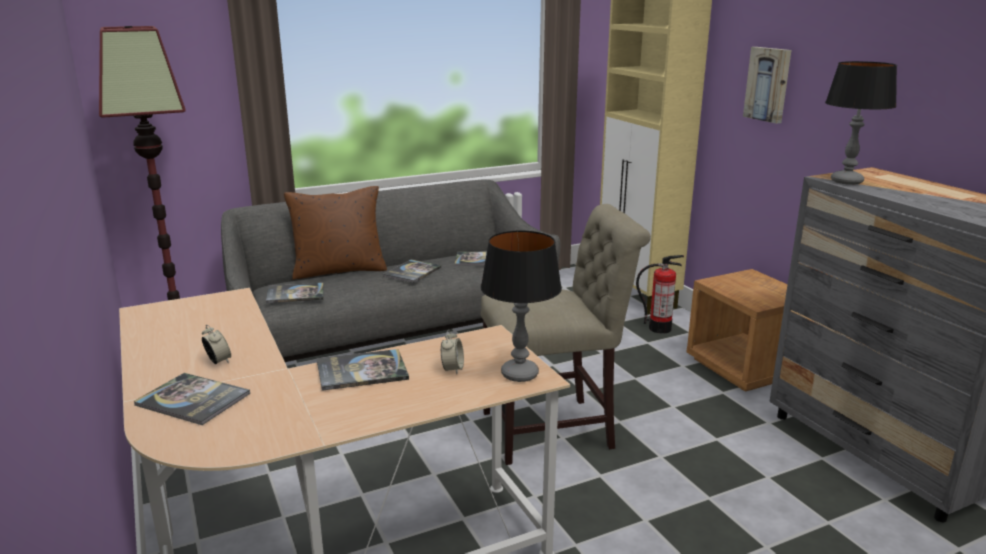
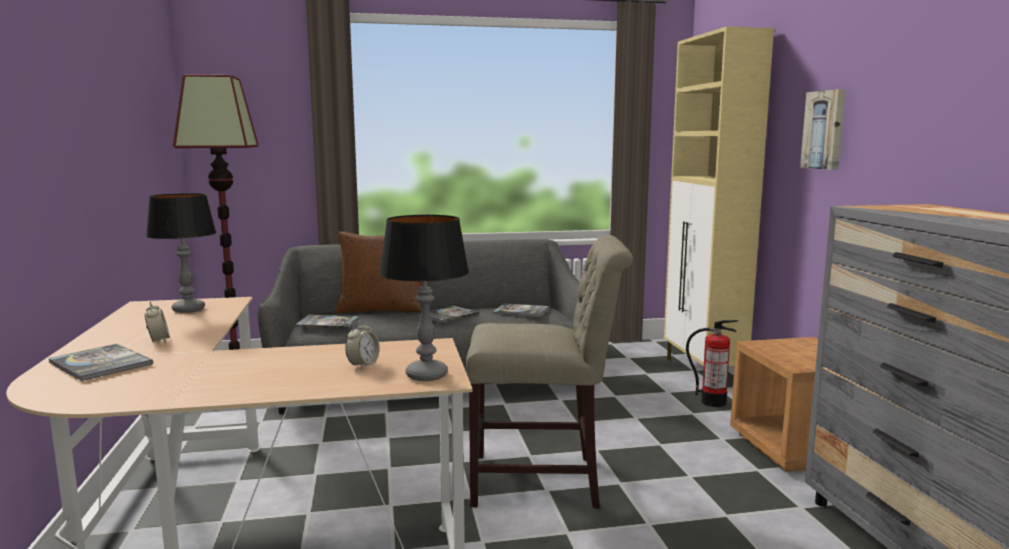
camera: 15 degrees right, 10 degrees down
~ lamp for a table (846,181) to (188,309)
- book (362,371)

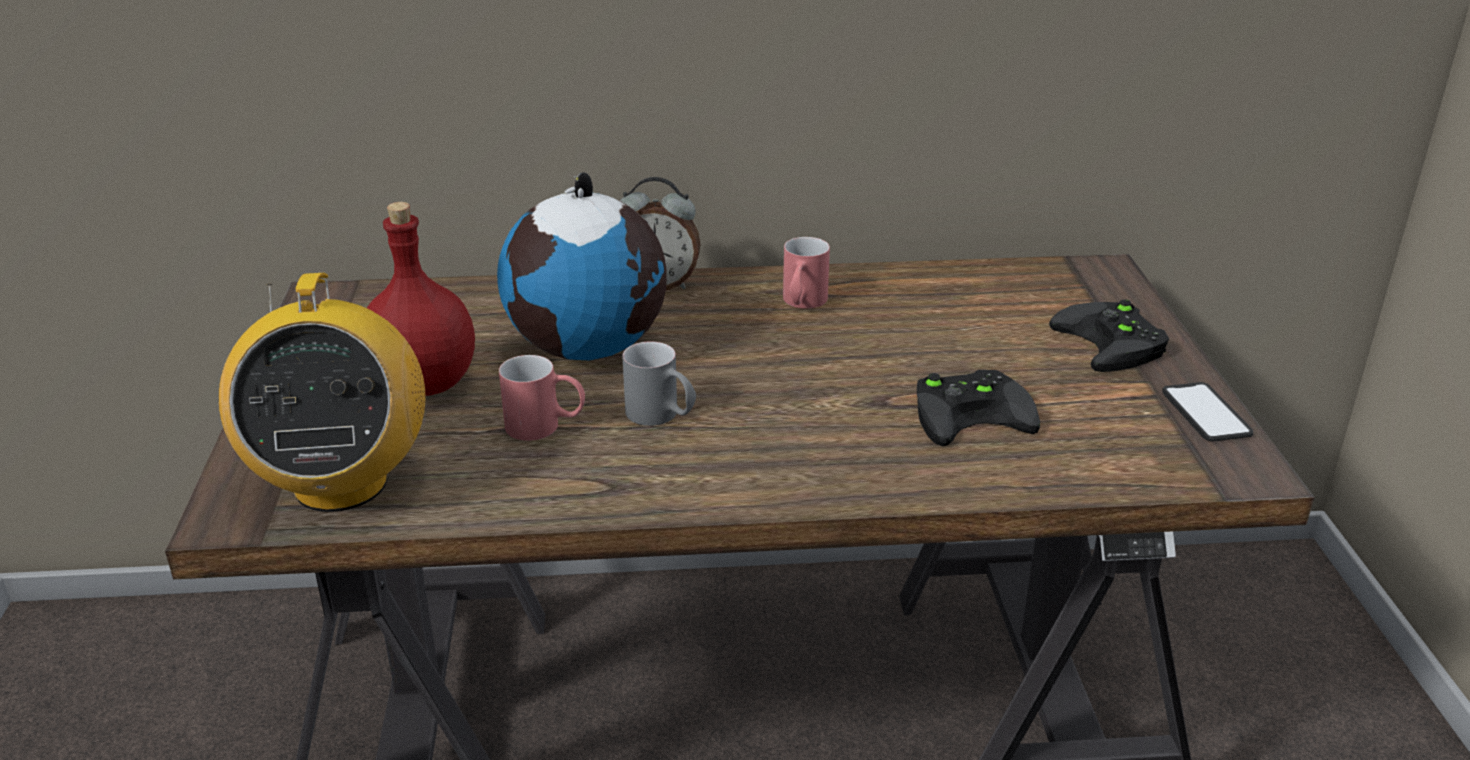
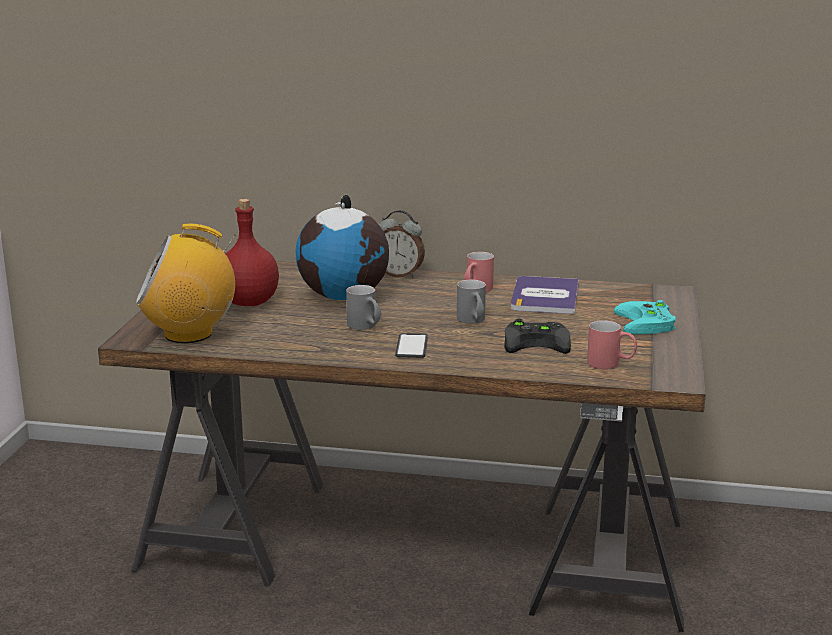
camera: 15 degrees right, 10 degrees down
~ radio (340,483) = (189,334) 75 degrees clockwise
~ blackish joypad (1115,344) to turquoise joypad (648,324)
~ reddish tea mug (546,427) to (611,364)
~ telephone (1206,413) to (411,347)
+ book (545,297)
+ greyish tea mug (473,321)

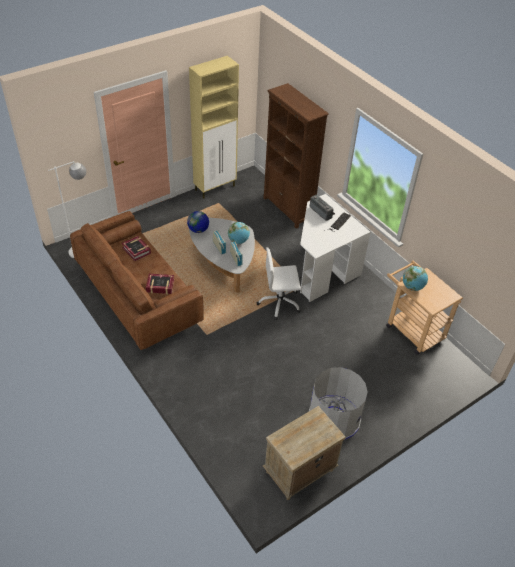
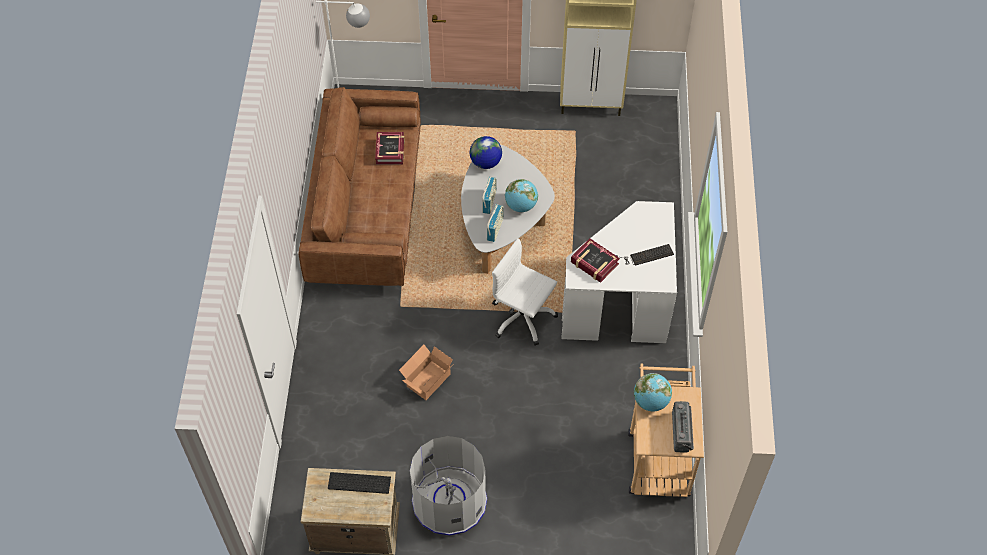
camera: 40 degrees right, 10 degrees up
- brown-coloured shelving unit (288,209)
~ radio (321,212) to (683,432)
~ book (160,286) to (594,263)
+ cardboard box (426,380)
+ keyboard (358,484)

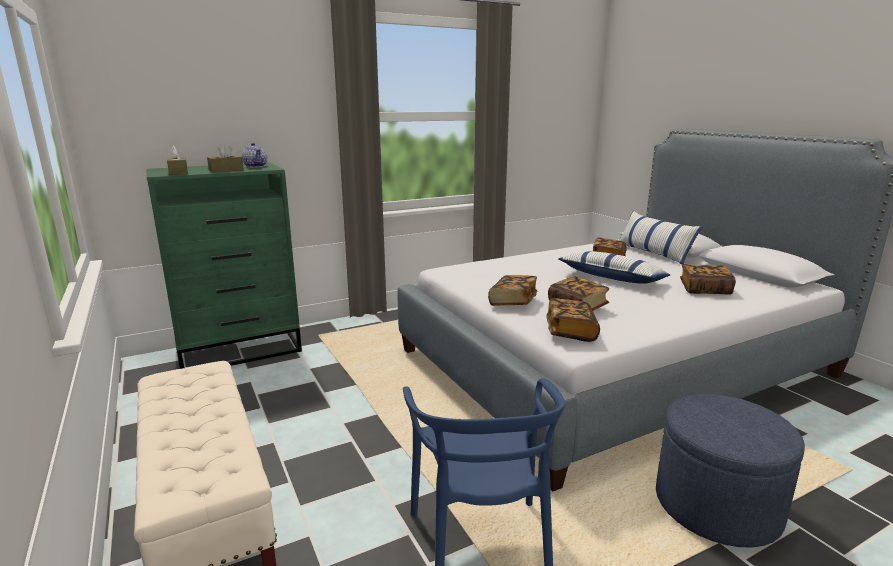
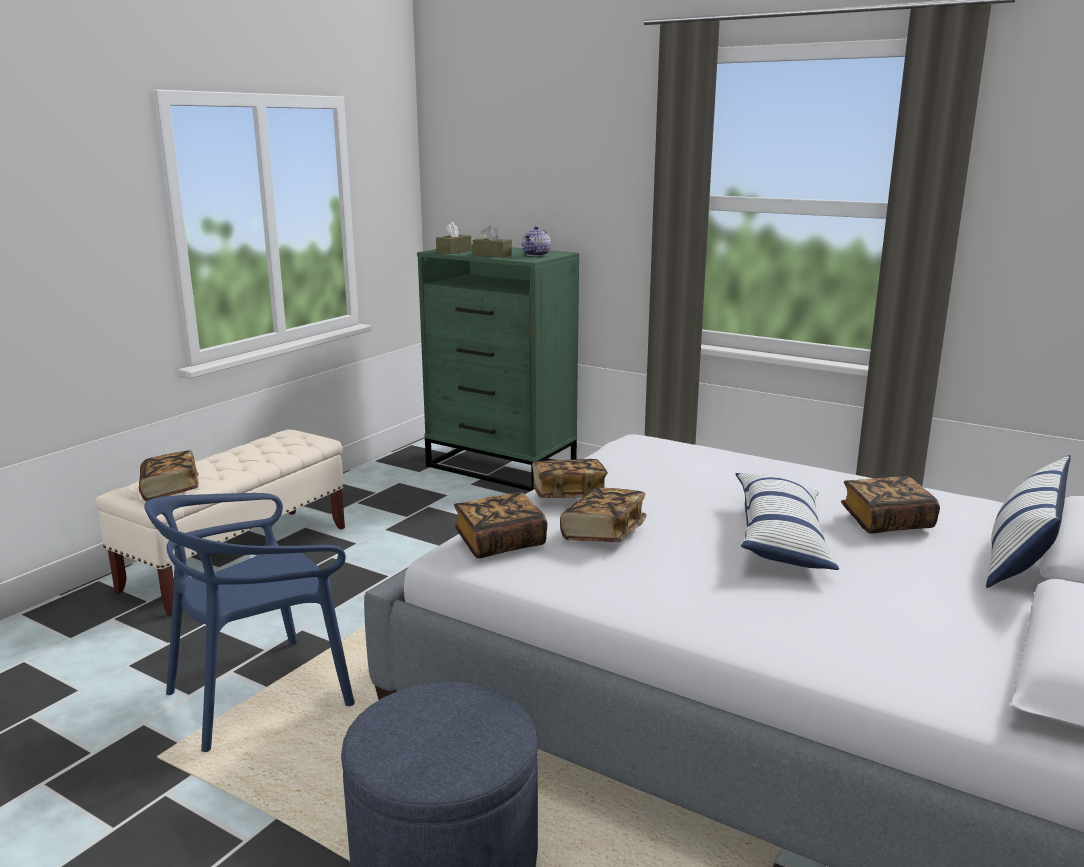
camera: 60 degrees right, 0 degrees up
~ book (704,290) to (170,490)

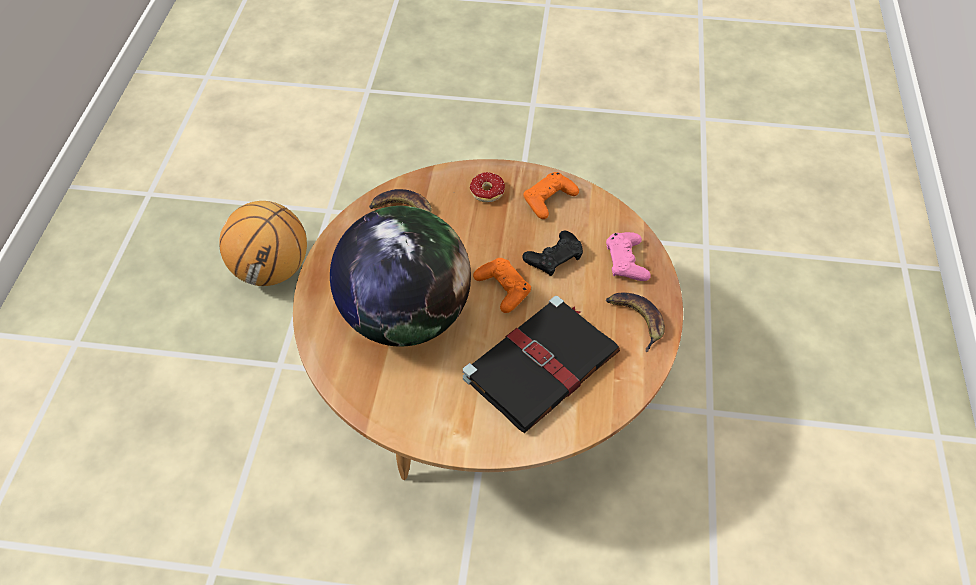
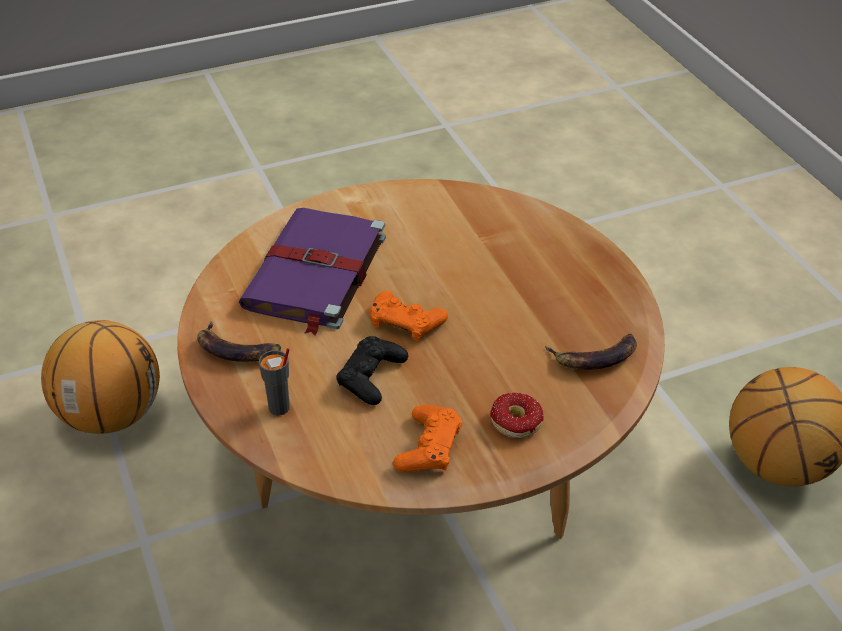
camera: 150 degrees right, 10 degrees down
- desk globe (405,317)
~ pink-coloured joypad (626,261) to greyish cup (279,408)
~ blackish book (542,364) to purple book (315,273)
+ ball for basketball (111,415)

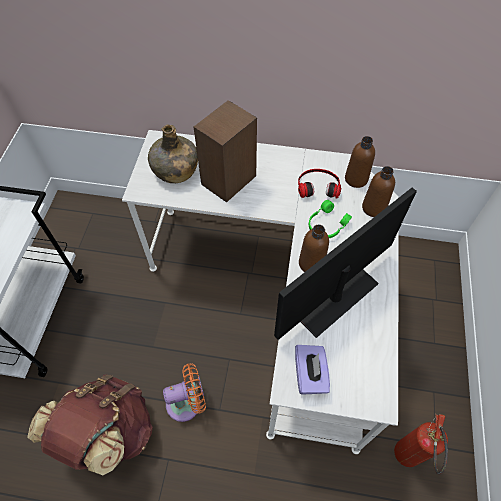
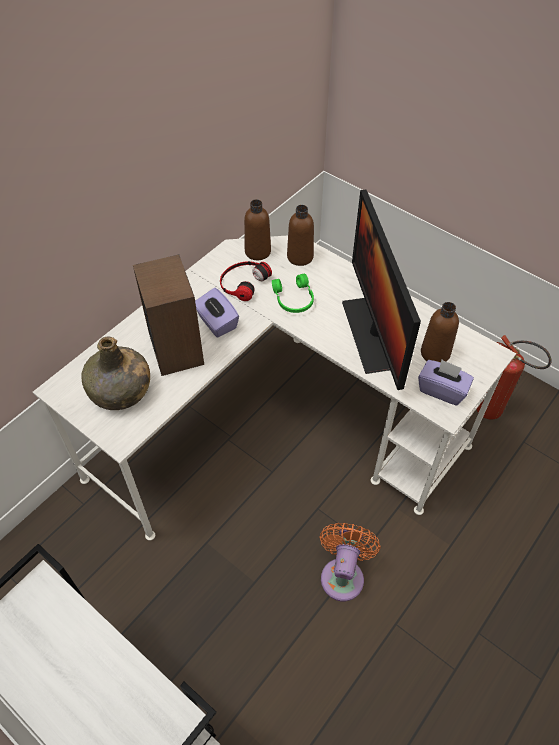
camera: 60 degrees left, 5 degrees down
~ brown-coloured bottle (311,263) to (435,353)
- brown-coloured backpack (108,431)
+ purple box of tissues (216,323)

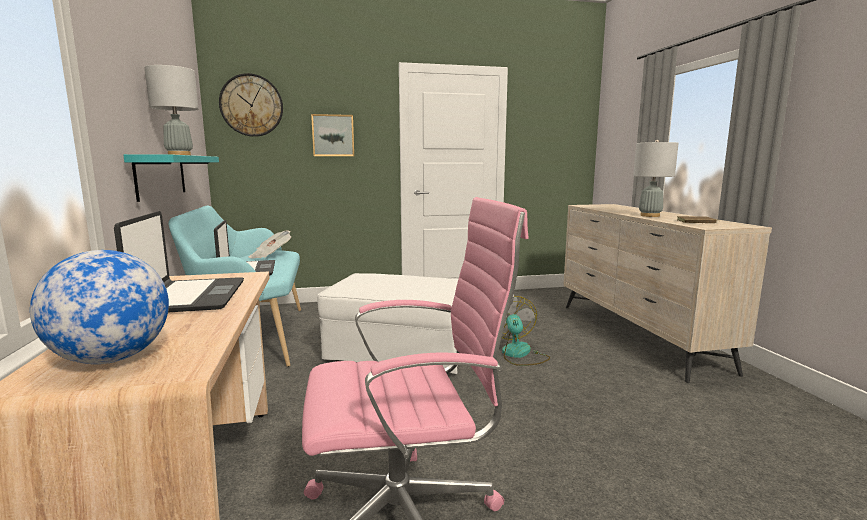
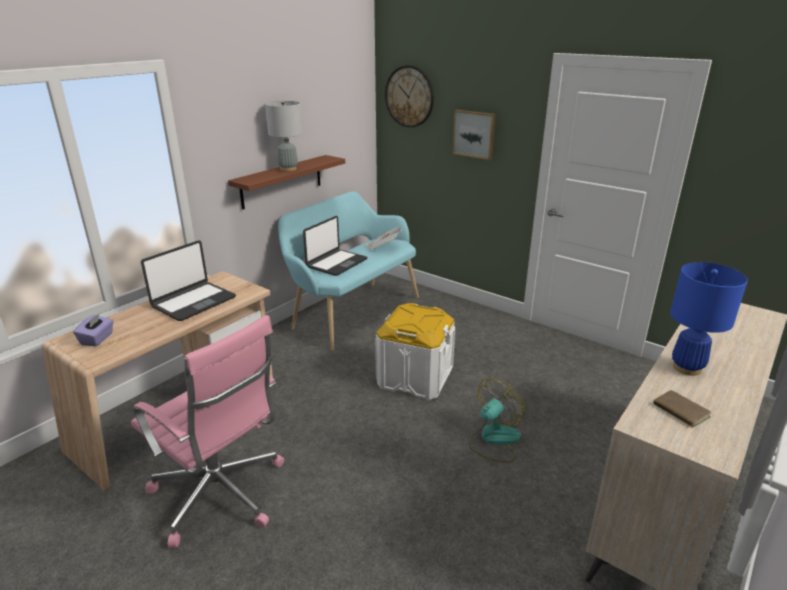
camera: 50 degrees right, 15 degrees up
~ greyish lamp for a table (649,216) to blue-coloured lamp for a table (686,368)
~ turquoise bracket shelf (161,176) to brown-coloured bracket shelf (282,181)
~ desk globe (111,359) to purple box of tissues (97,339)
~ white ottoman (399,350) to white storage bin (415,377)

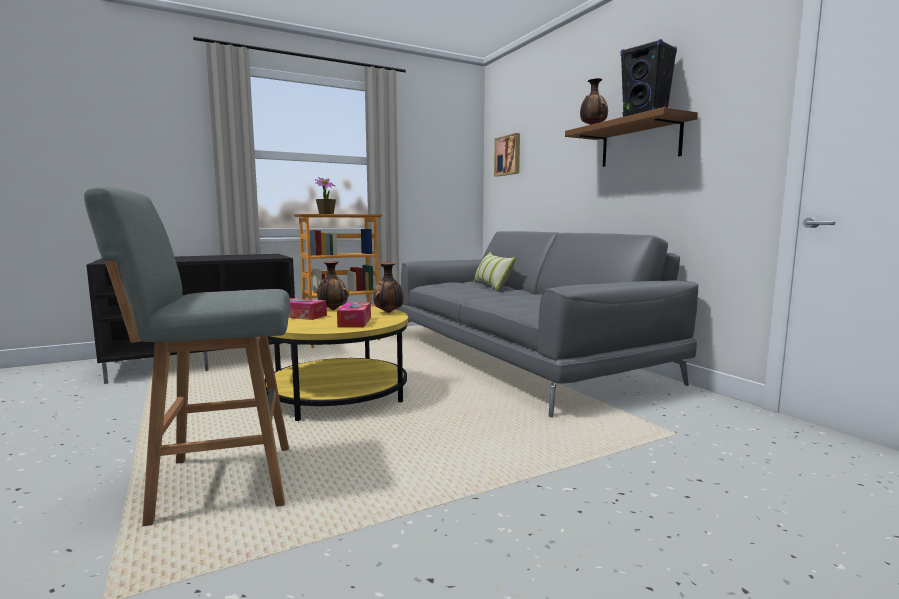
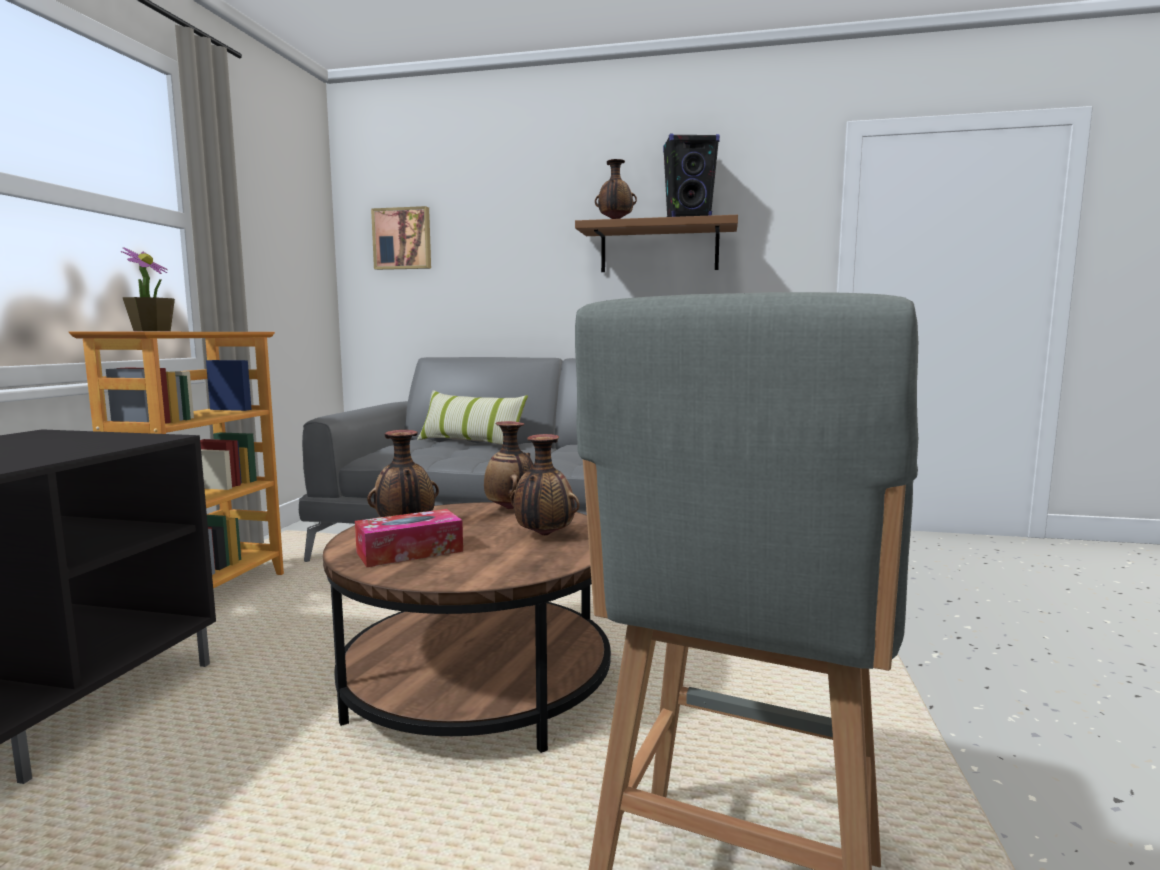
camera: 50 degrees left, 0 degrees up
~ box of tissues (355,322) to vase (544,535)
~ yellowish low table (337,395) to brown-coloured low table (478,682)

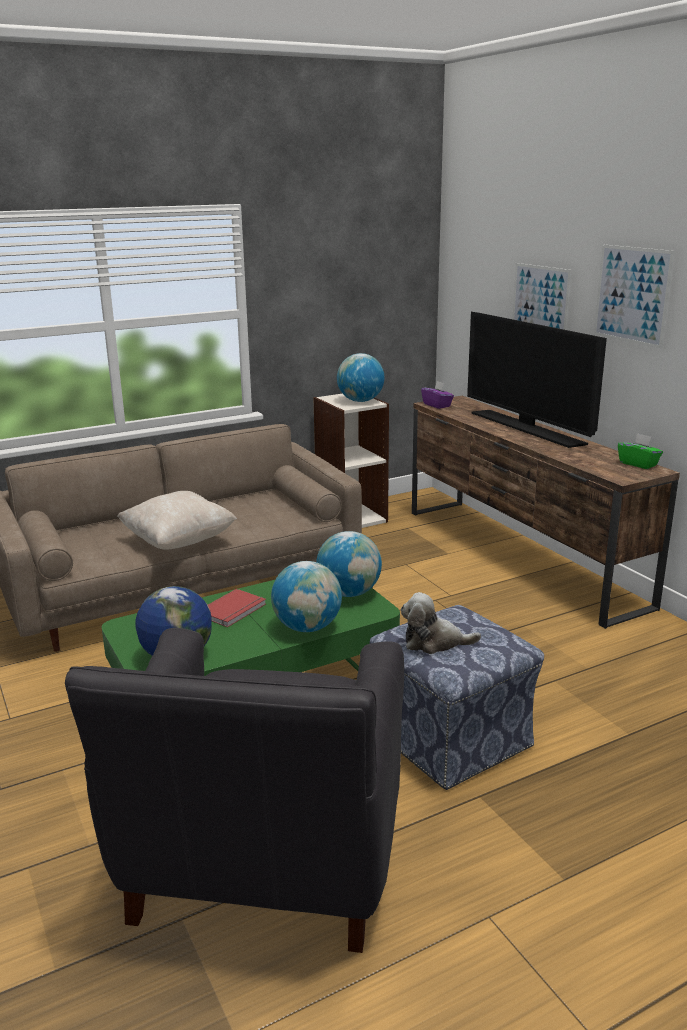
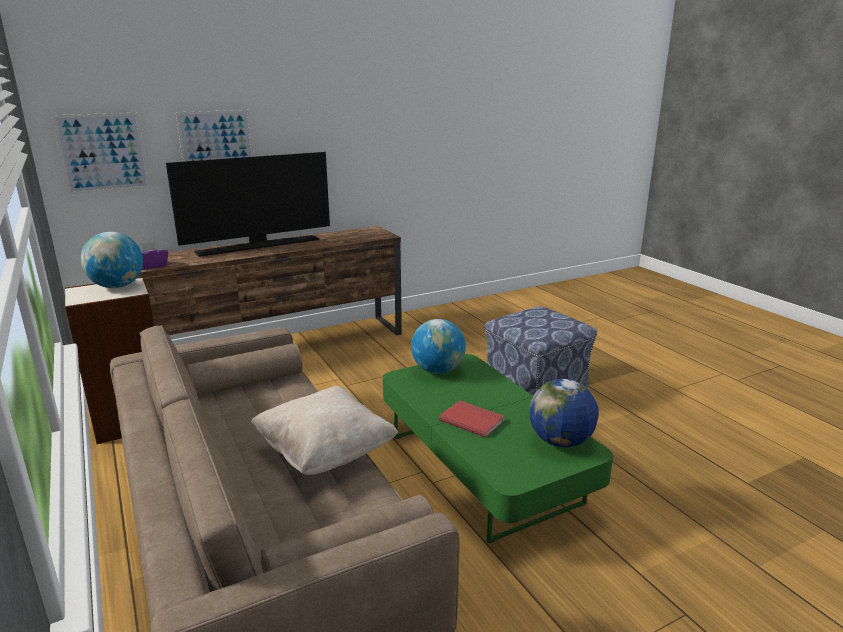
camera: 90 degrees left, 0 degrees up
~ picture (632,295) to (103,153)
- green box of tissues (638,464)
- desk globe (307,627)
- plush toy (434,642)
- blackish easy chair (263,861)

